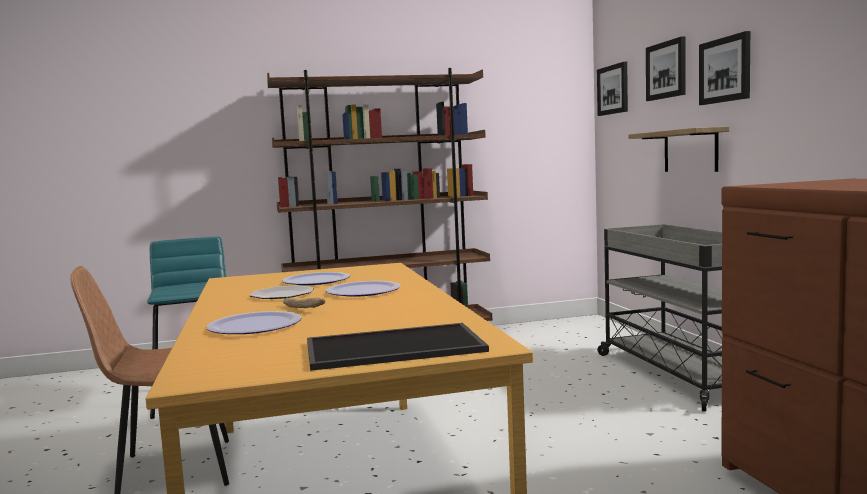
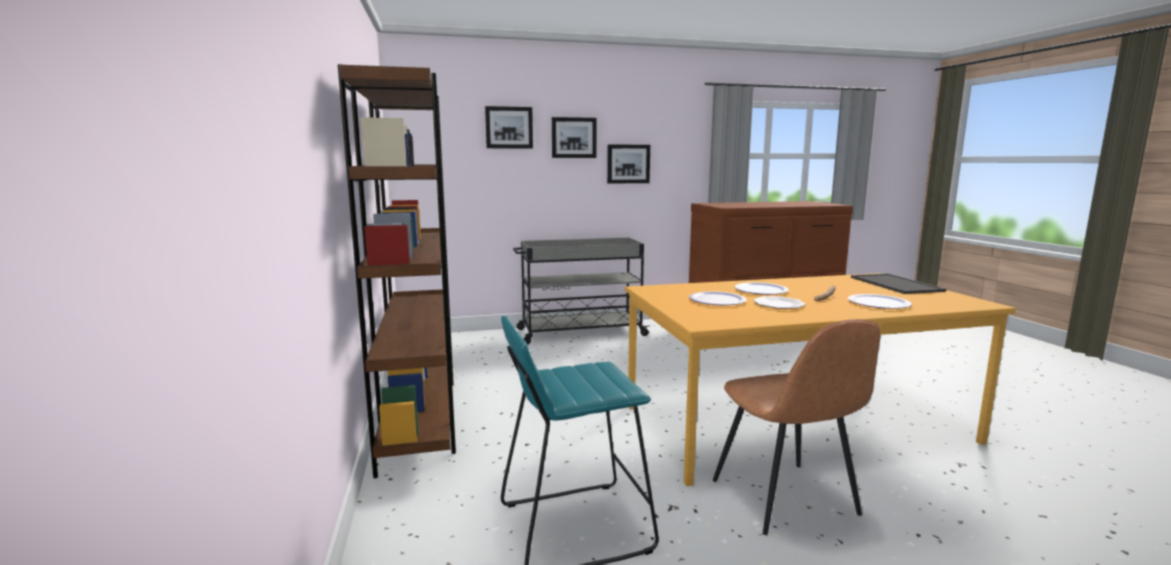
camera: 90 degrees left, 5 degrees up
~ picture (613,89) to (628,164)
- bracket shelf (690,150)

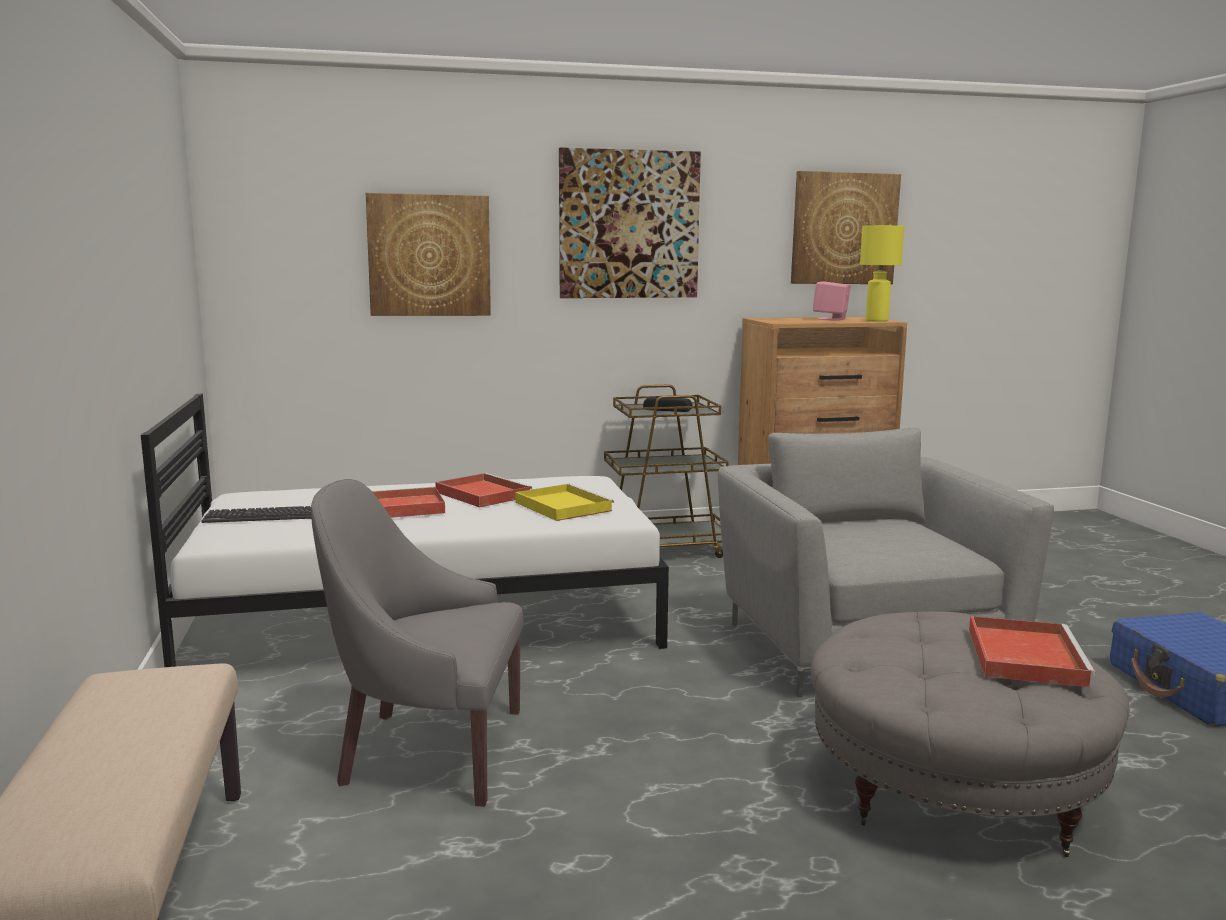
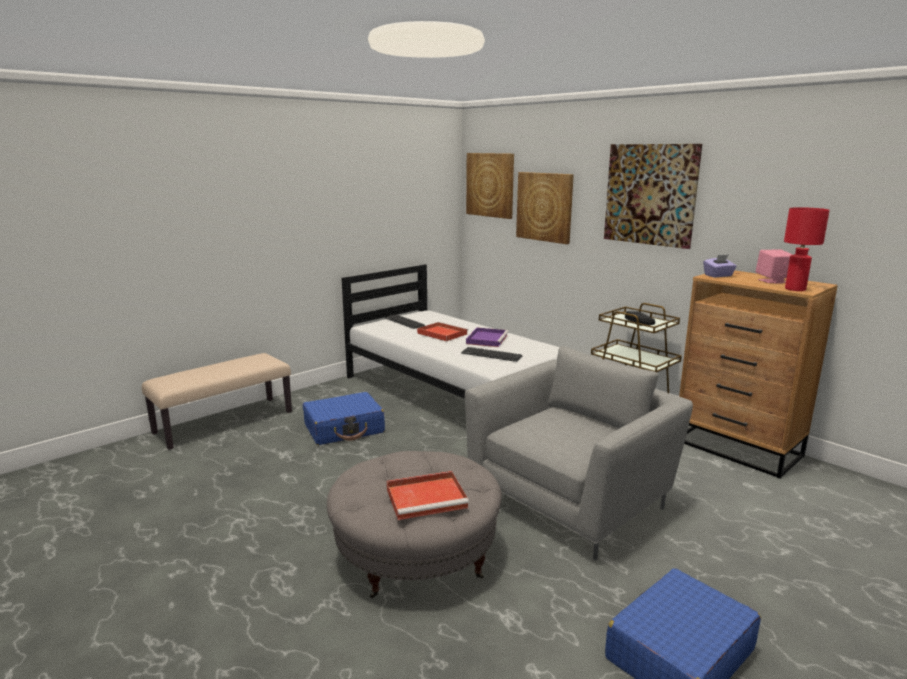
camera: 60 degrees right, 5 degrees up
~ picture (844,229) to (490,185)
~ yellowish lamp for a table (876,320) to reddish lamp for a table (794,289)
~ reddish carrying tray (481,494) to purple carrying tray (487,339)
~ greyish easy chair (428,750) to blue-coloured piece of luggage (344,429)
~ yellowish carrying tray (561,506) to keyboard (491,355)
+ purple box of tissues (718,275)

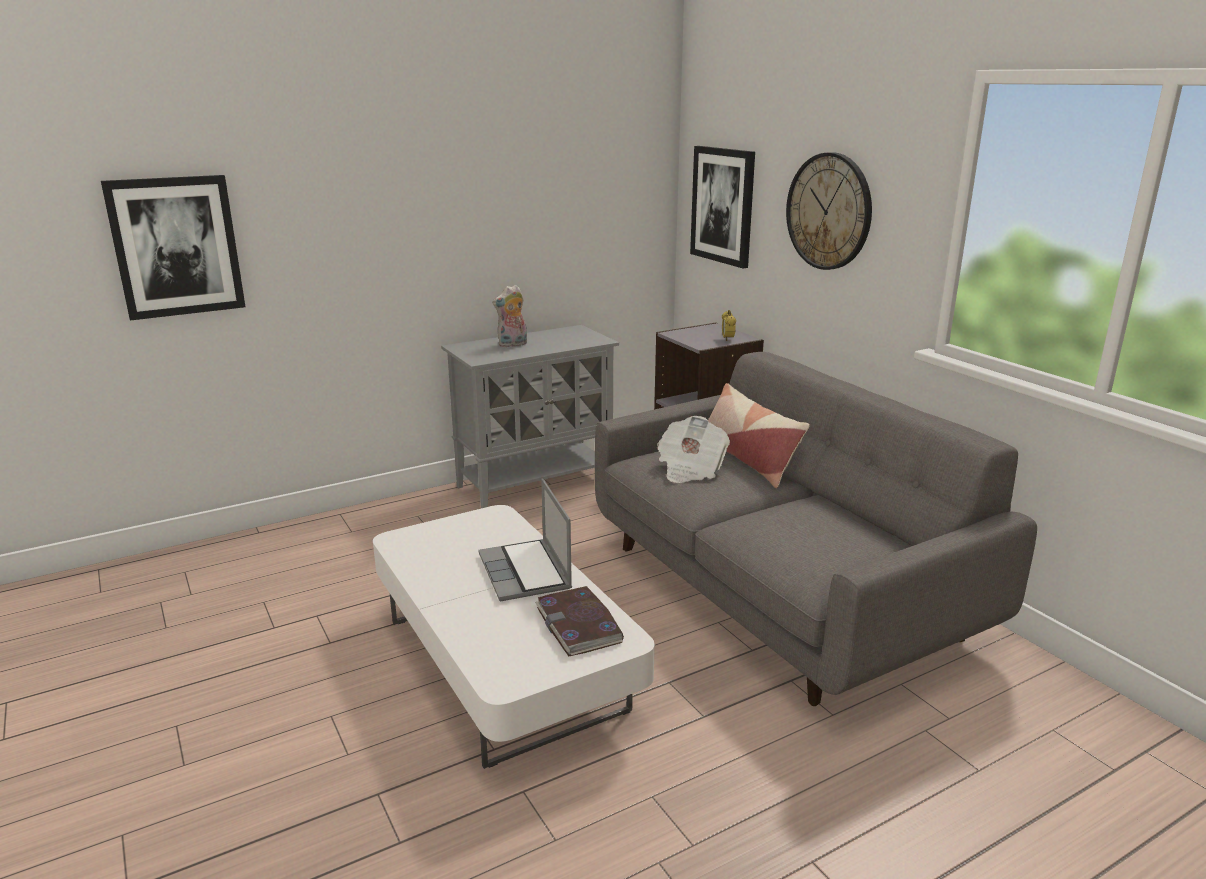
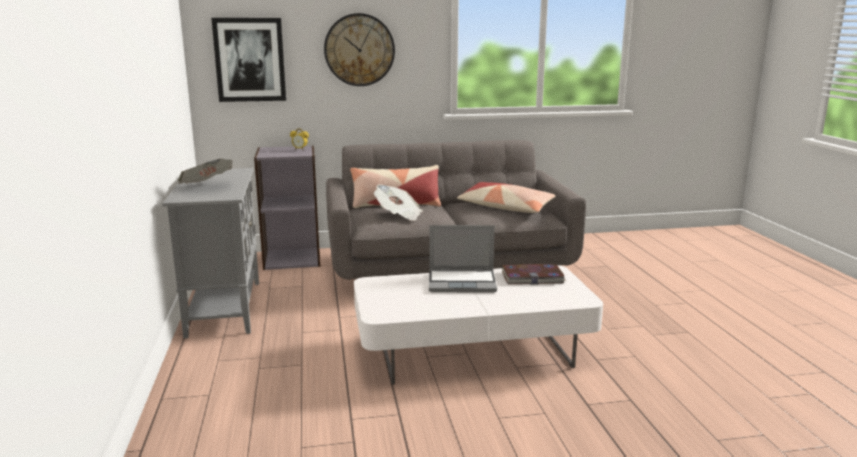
camera: 70 degrees left, 5 degrees down
- picture (176,246)
~ plush toy (512,345) to daily paper (206,187)
+ cushion (506,207)

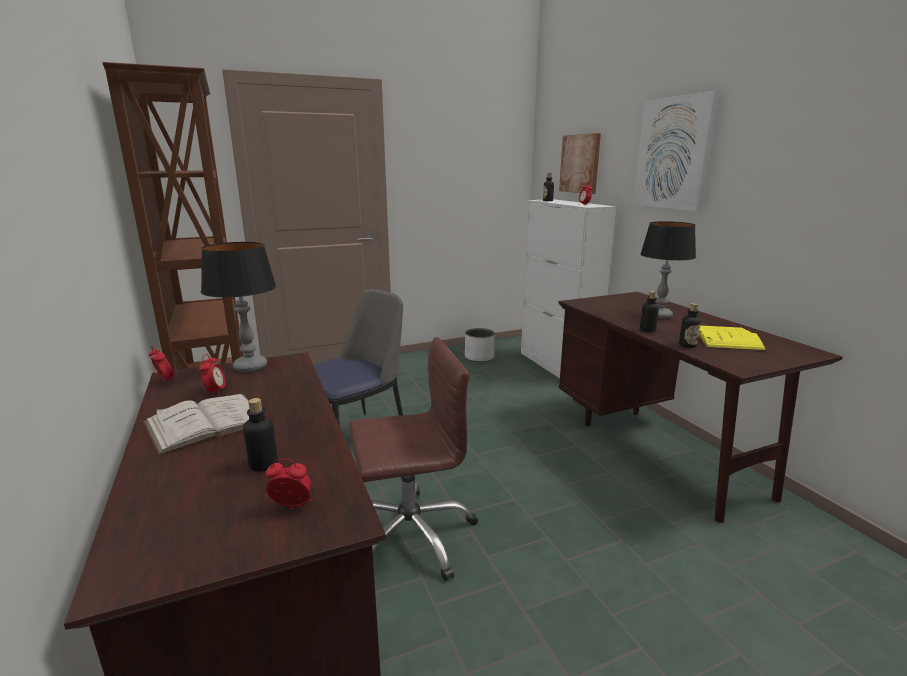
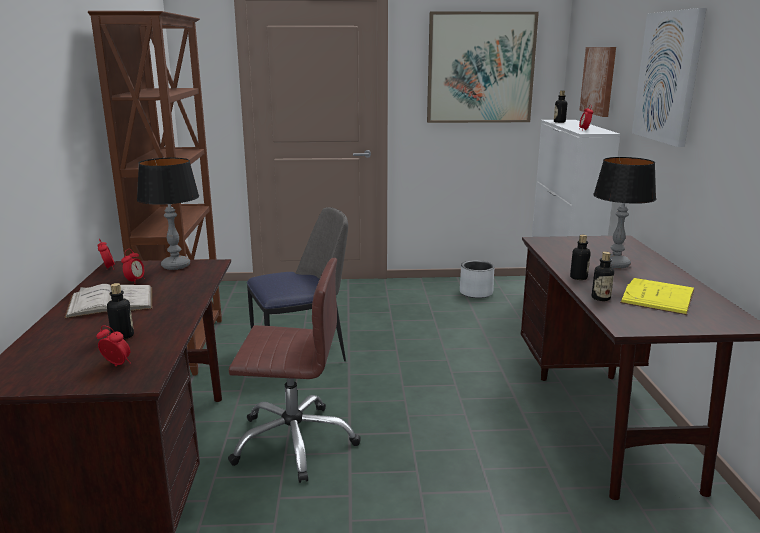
camera: 20 degrees right, 0 degrees up
+ picture (480,68)

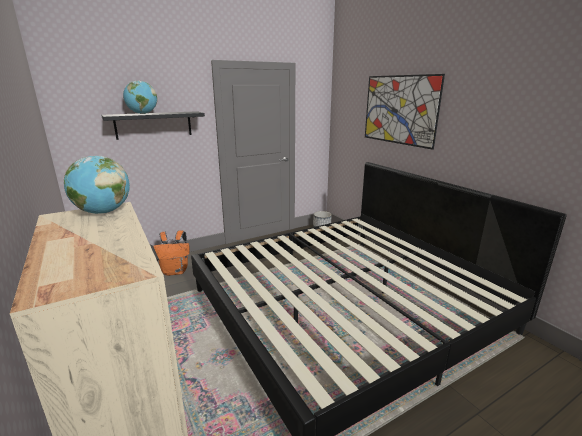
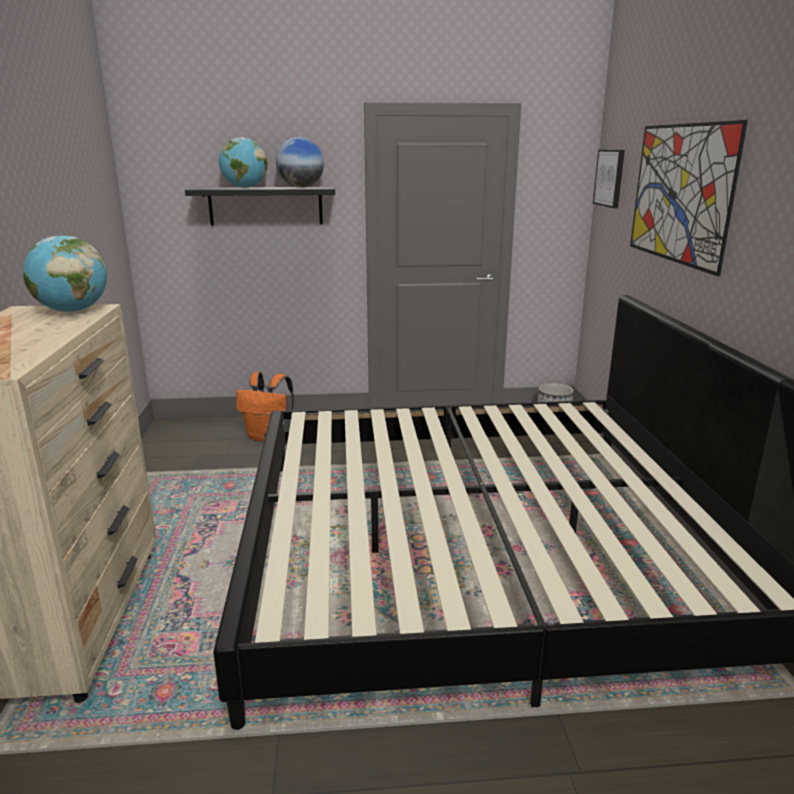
camera: 25 degrees right, 0 degrees up
+ desk globe (301,187)
+ picture (610,178)

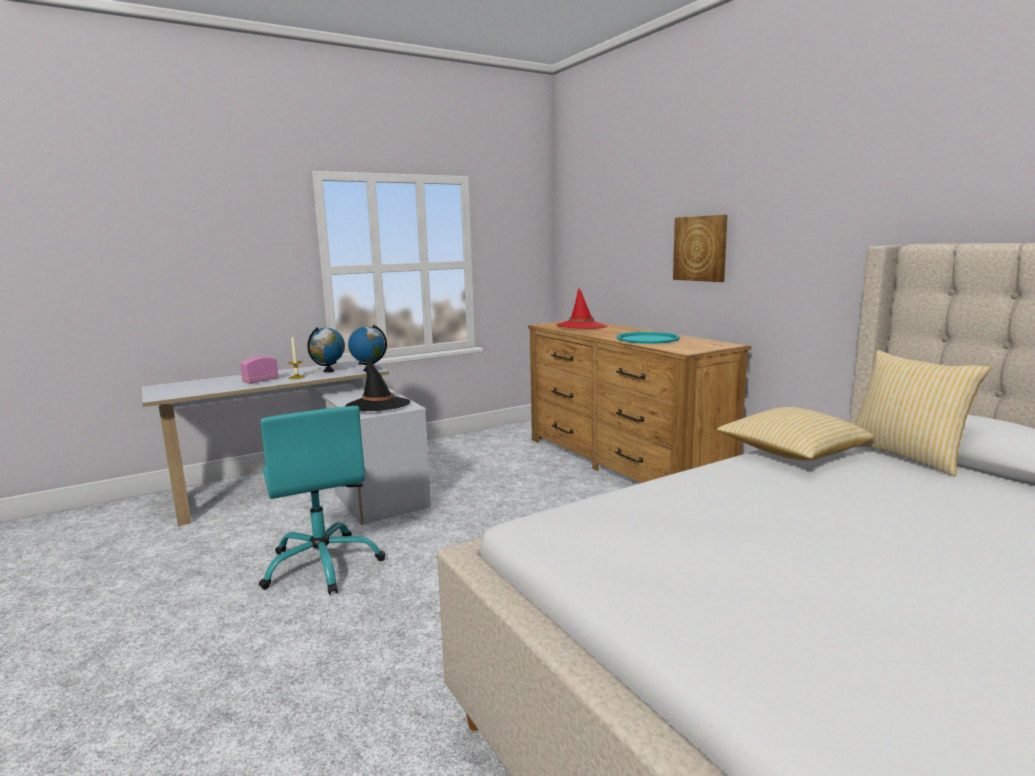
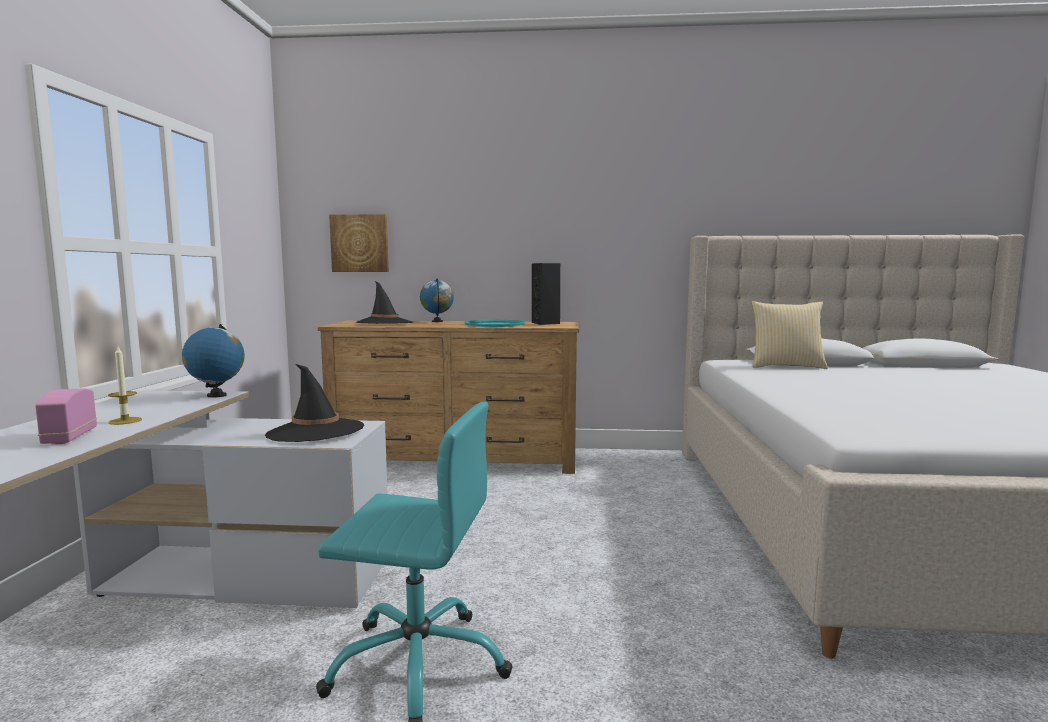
camera: 55 degrees left, 5 degrees down
~ picture (700,248) to (360,243)
~ reddish hat (581,326) to blackish hat (384,323)
~ desk globe (329,371) to (437,321)
- cushion (791,454)
+ blackish loudspeaker (546,323)

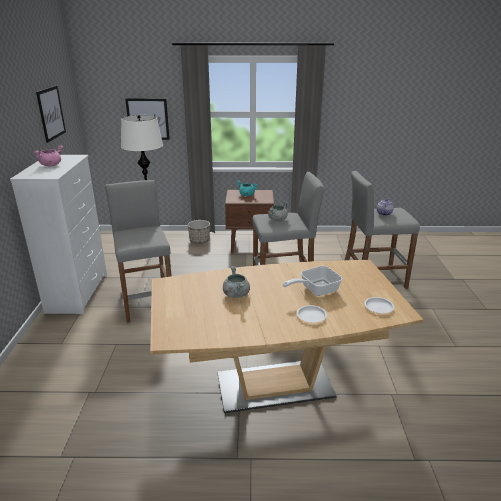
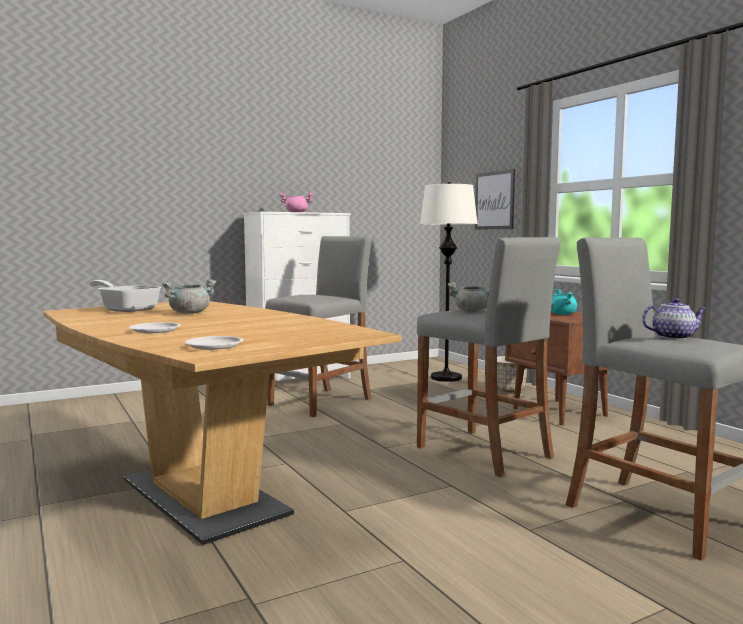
camera: 60 degrees right, 20 degrees down
- picture (51,113)
~ pan (315,290) to (126,309)

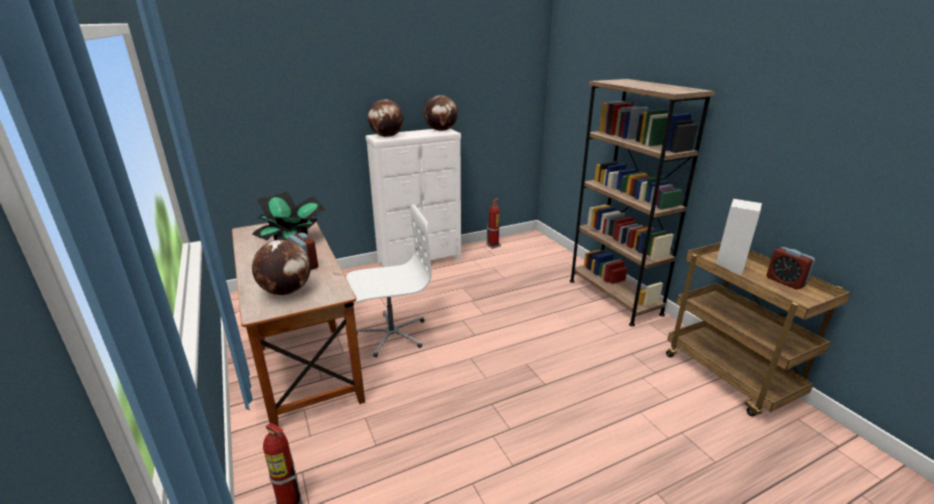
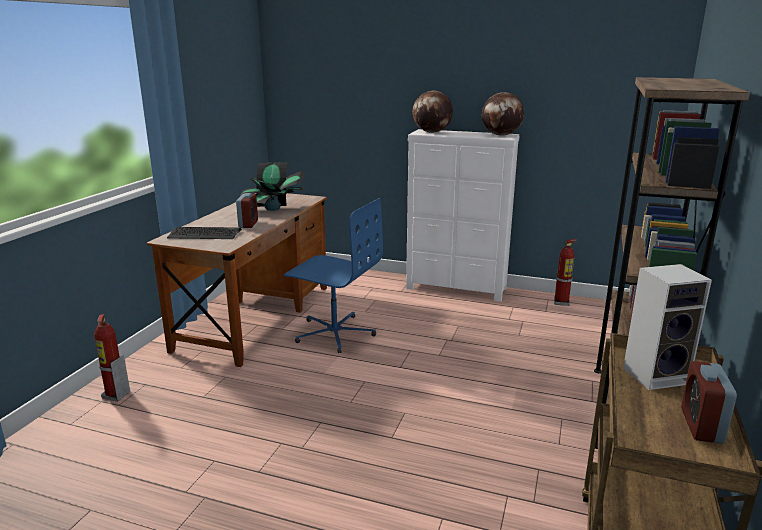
camera: 45 degrees right, 5 degrees down
~ white desk chair (391,334) to blue-coloured desk chair (334,333)
~ desk globe (286,291) to keyboard (204,234)

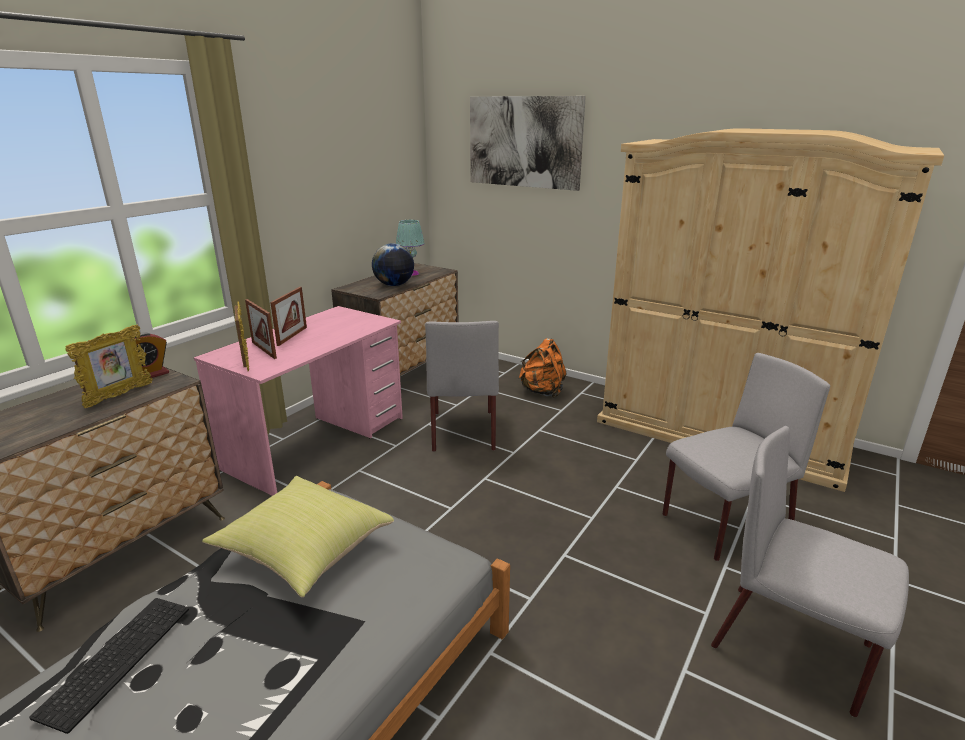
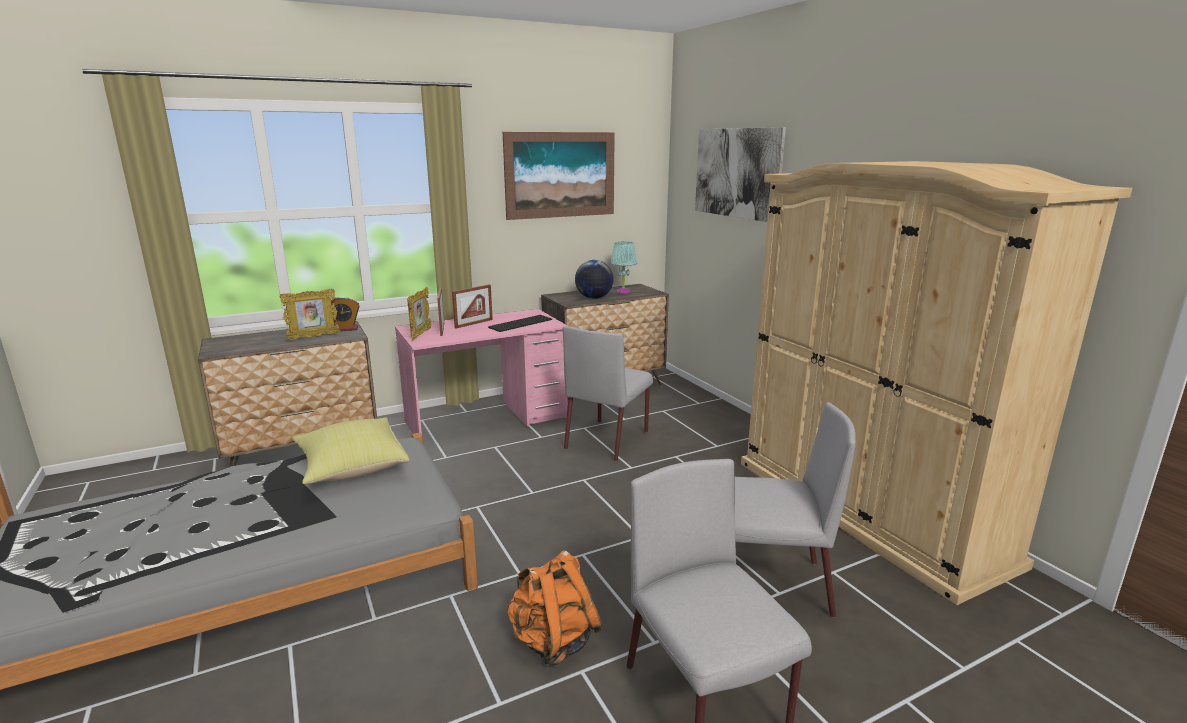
camera: 30 degrees right, 5 degrees down
~ orange backpack (542,392) to (553,642)
~ keyboard (116,657) to (520,323)
+ picture (560,175)

